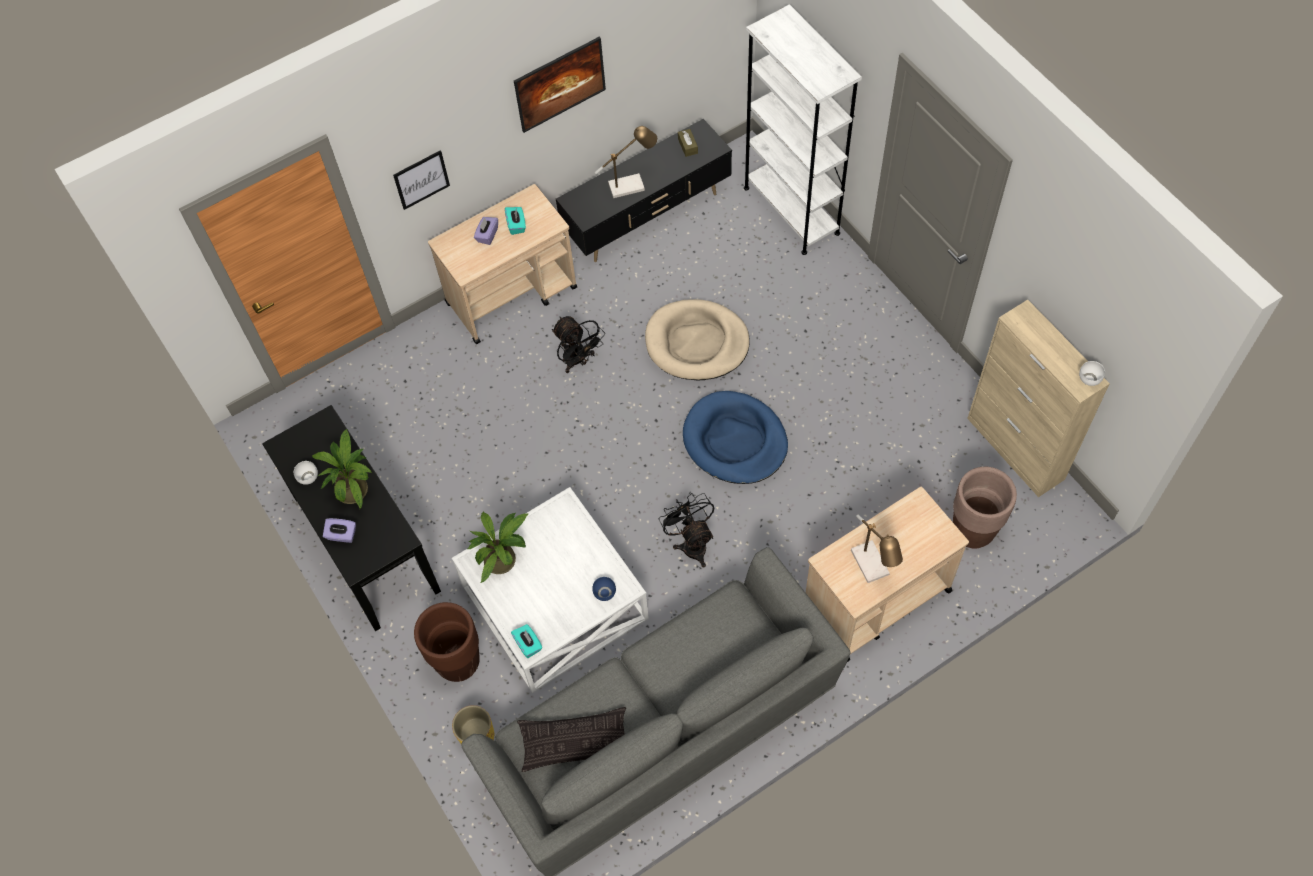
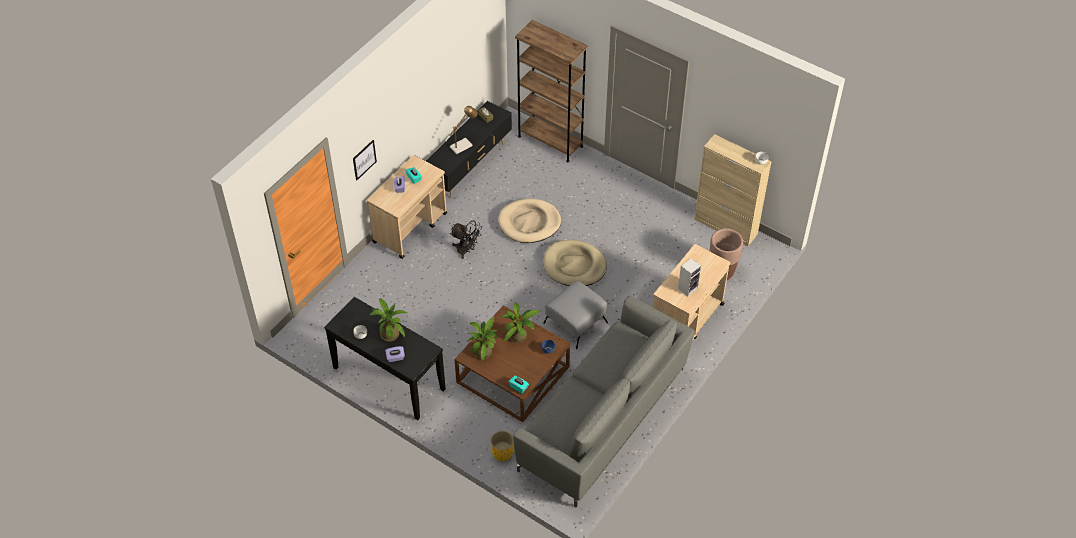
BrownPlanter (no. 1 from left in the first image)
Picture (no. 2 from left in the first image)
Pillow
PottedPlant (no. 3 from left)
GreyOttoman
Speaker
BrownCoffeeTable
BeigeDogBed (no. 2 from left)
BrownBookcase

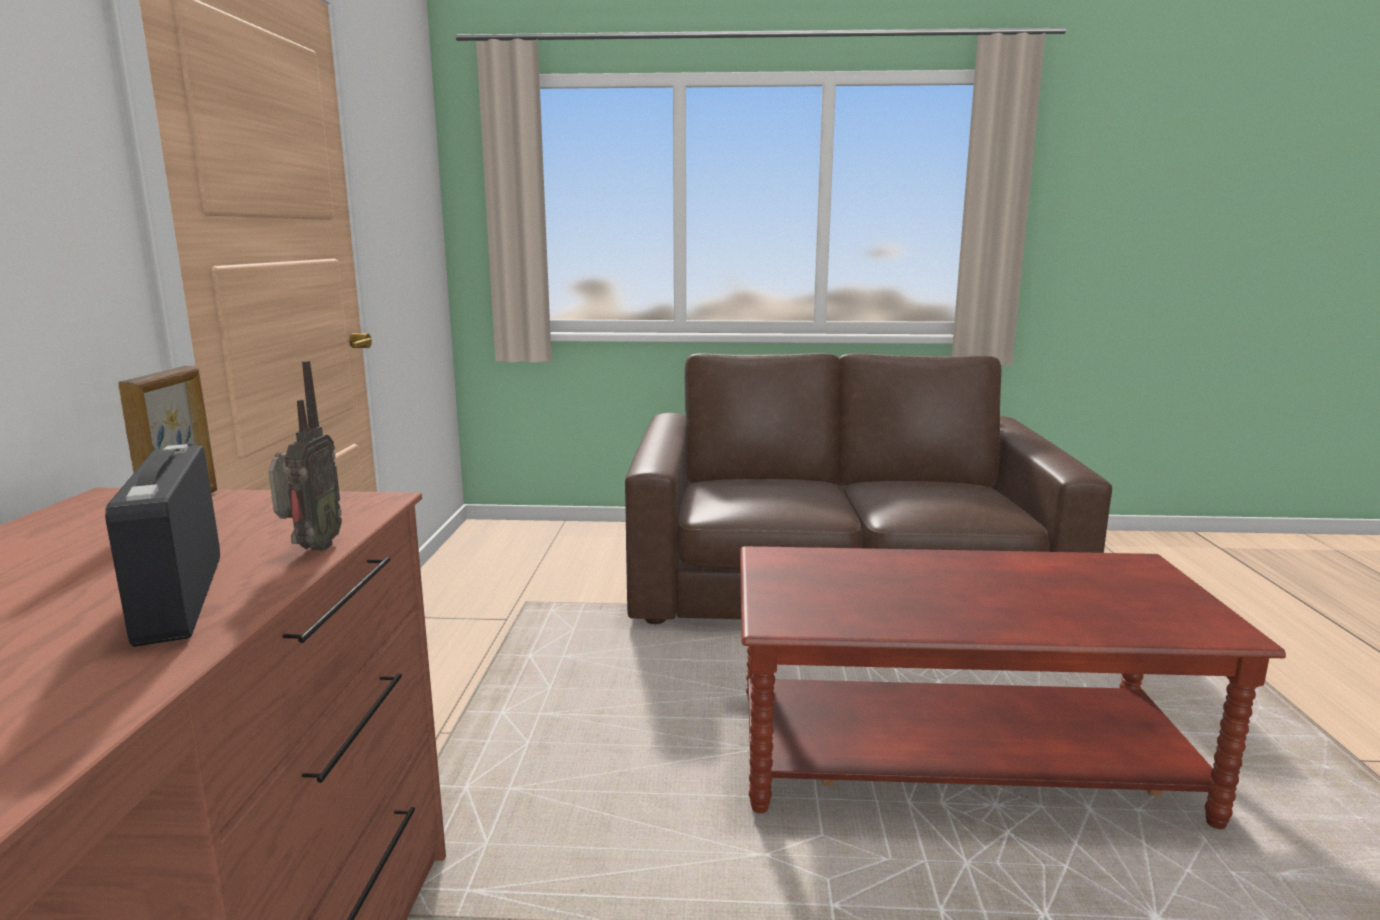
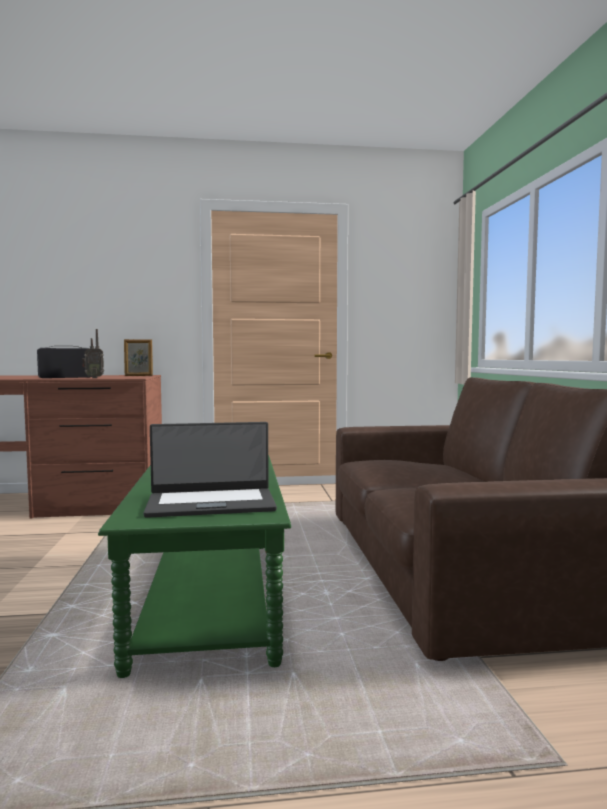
Laptop
GreenCoffeeTable

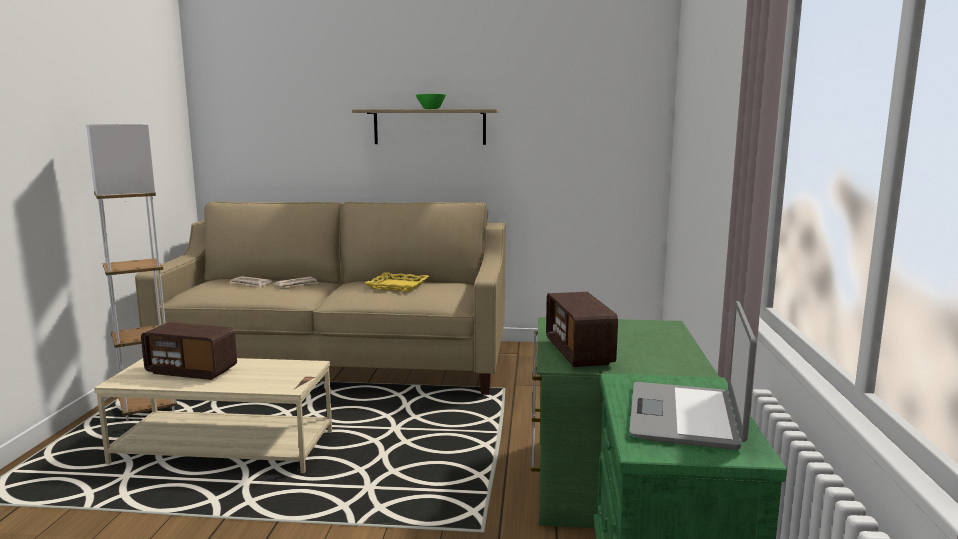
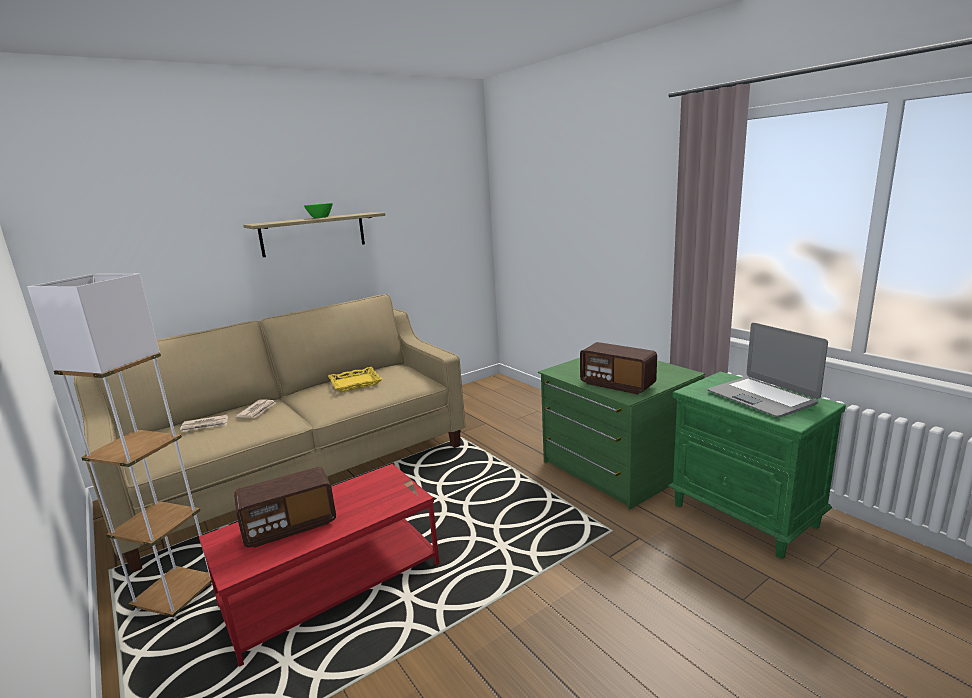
RedCoffeeTable

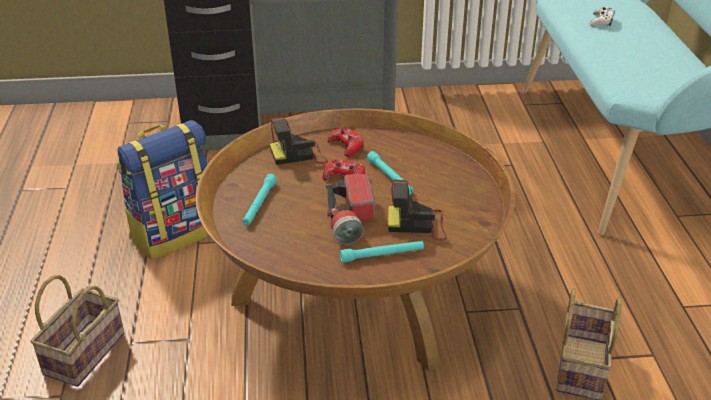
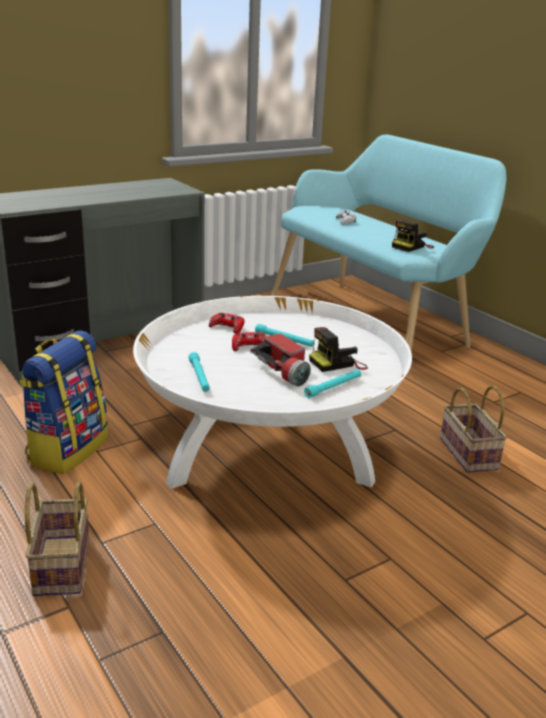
PhotoCamera (no. 2 from left)
WhiteCoffeeTable

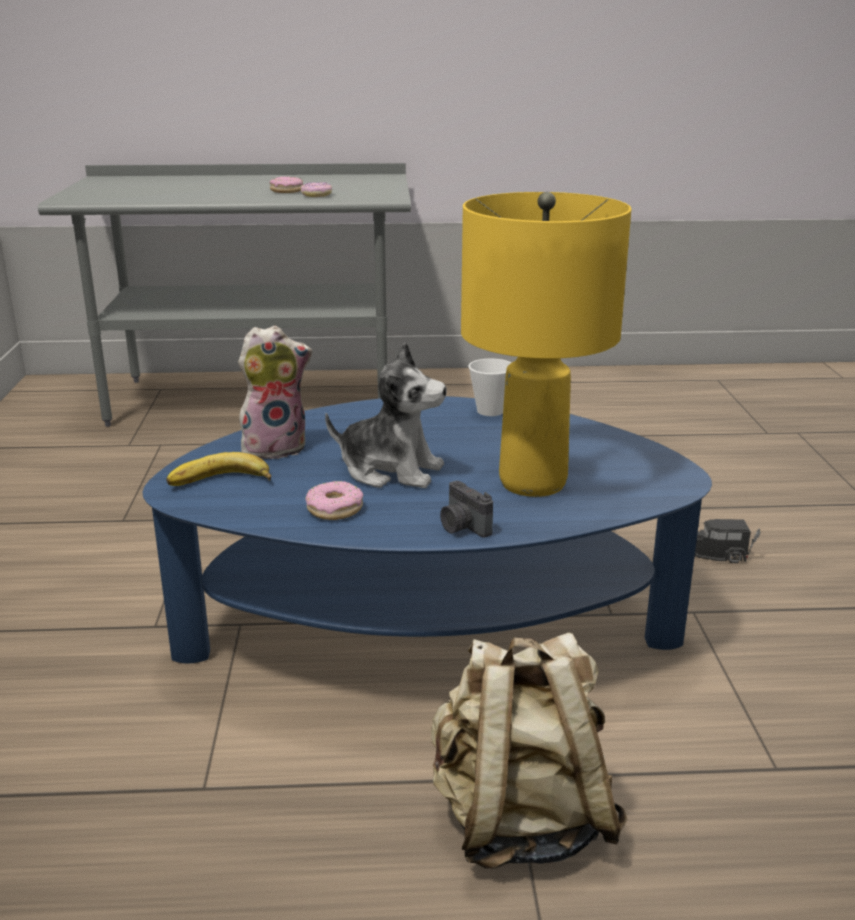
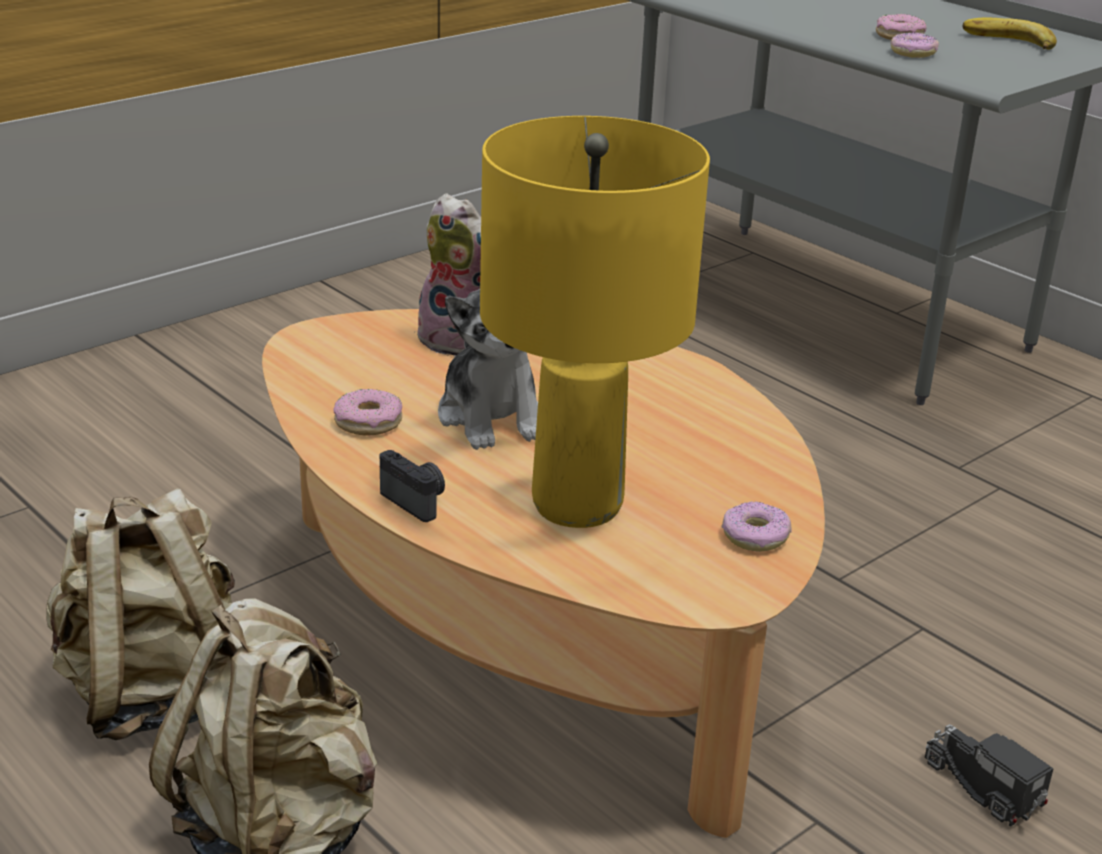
Cup
BeigeBackpack (no. 1 from left)
Donut (no. 2 from left)
Banana
BeigeCoffeeTable
PhotoCamera

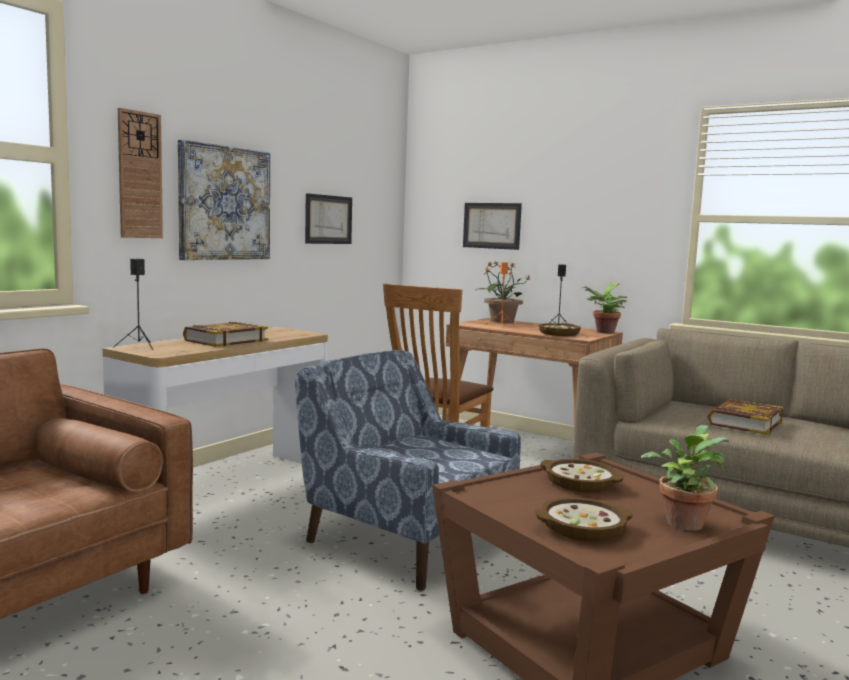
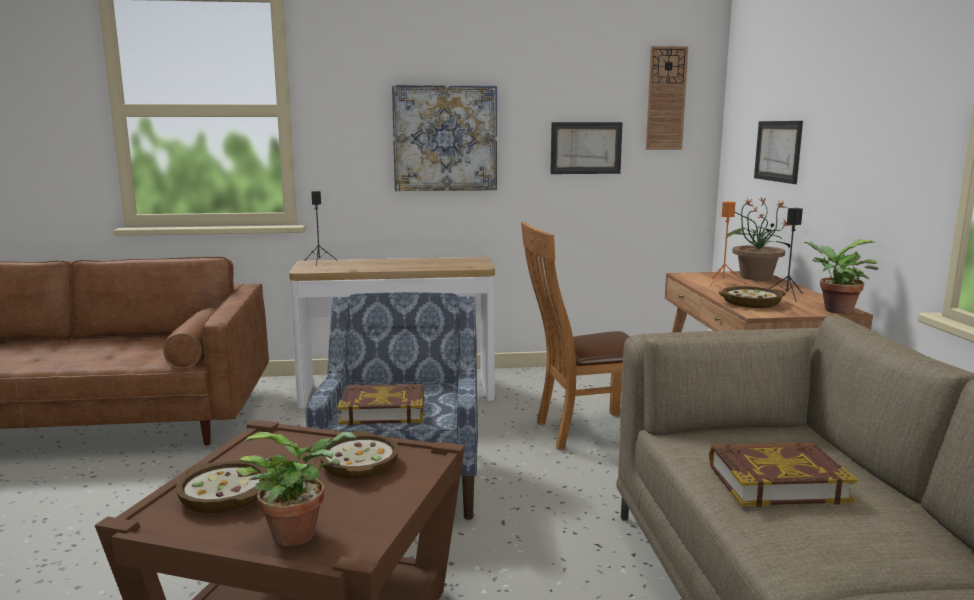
WallClock
Book (no. 1 from left)

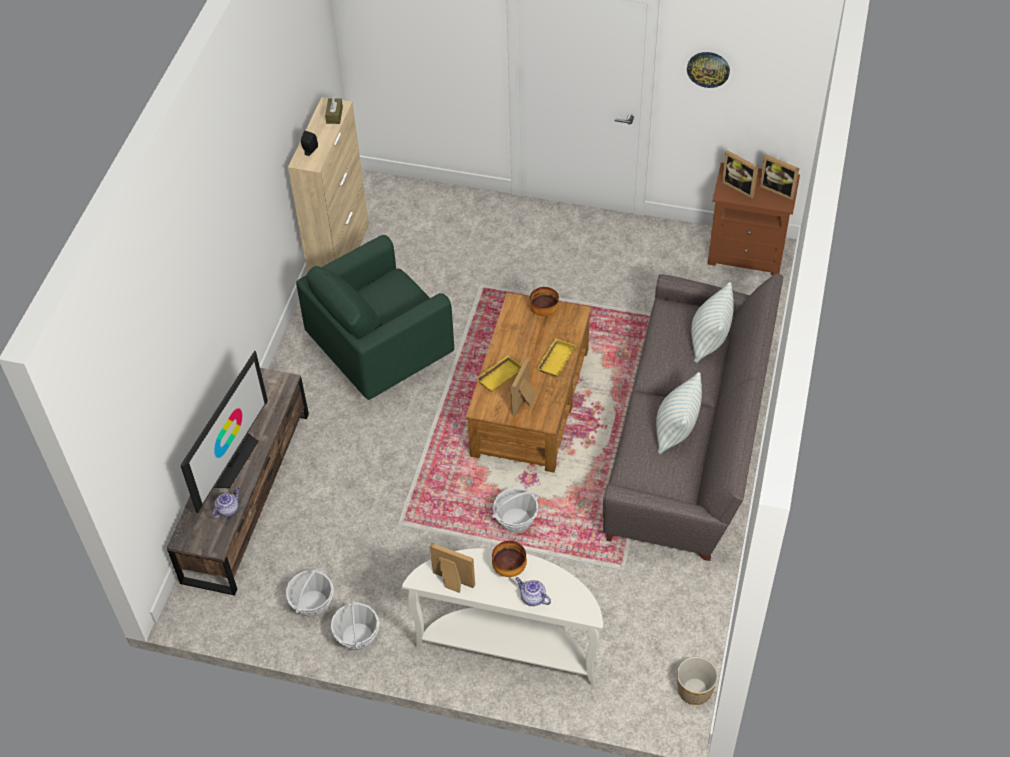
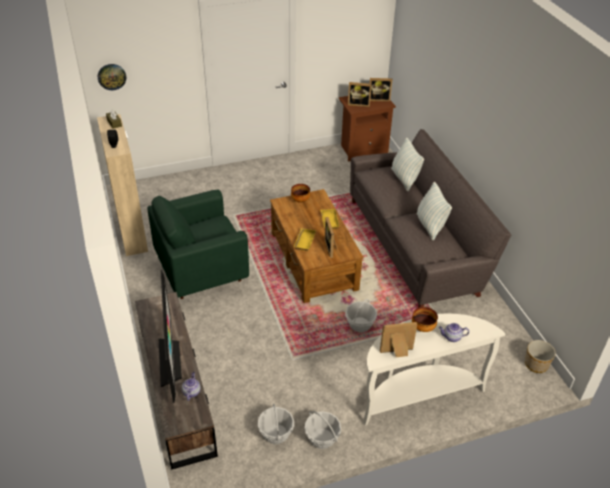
WallClock
GreenArmchair

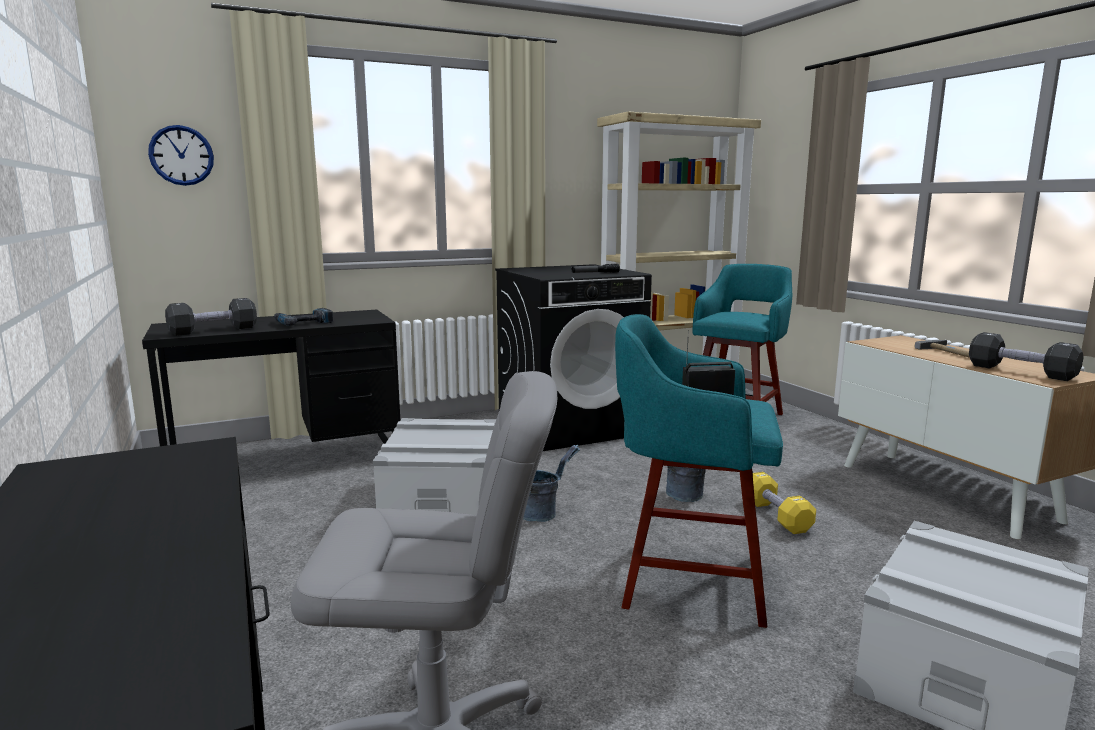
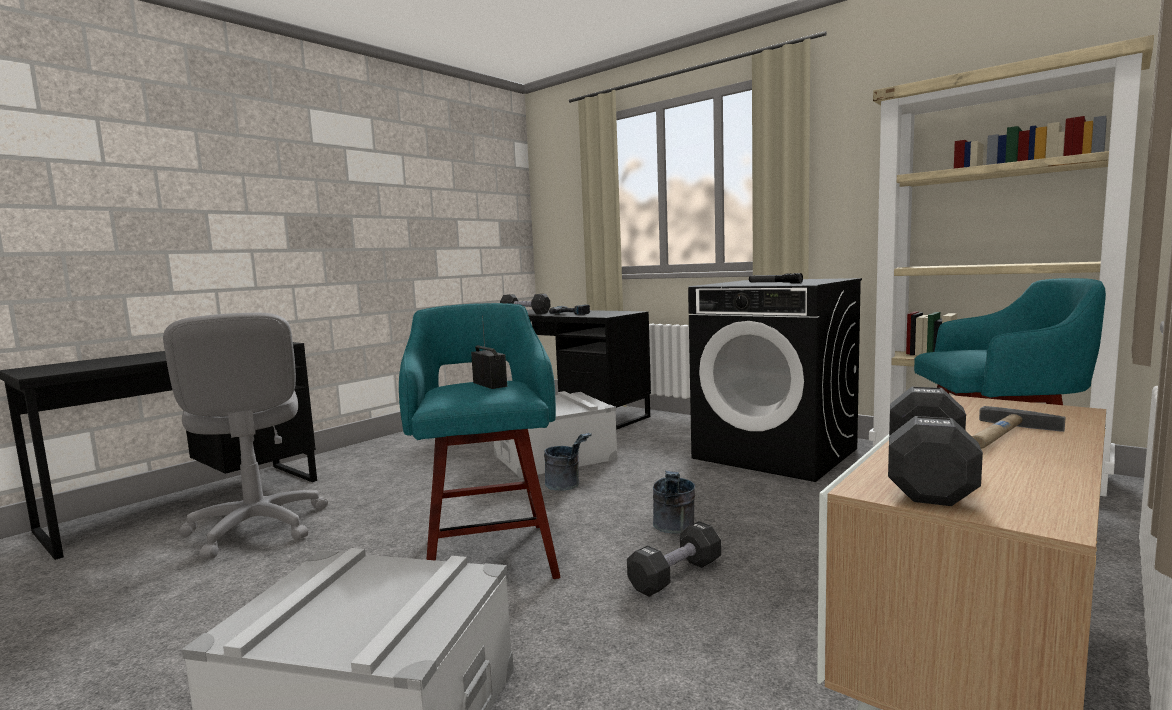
WallClock
BlackDumbbell (no. 2 from left)

